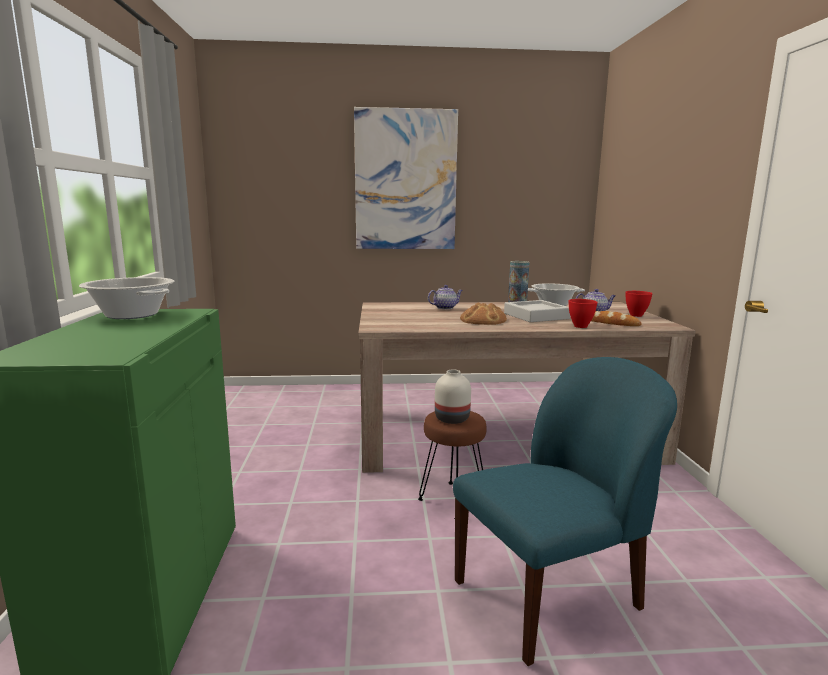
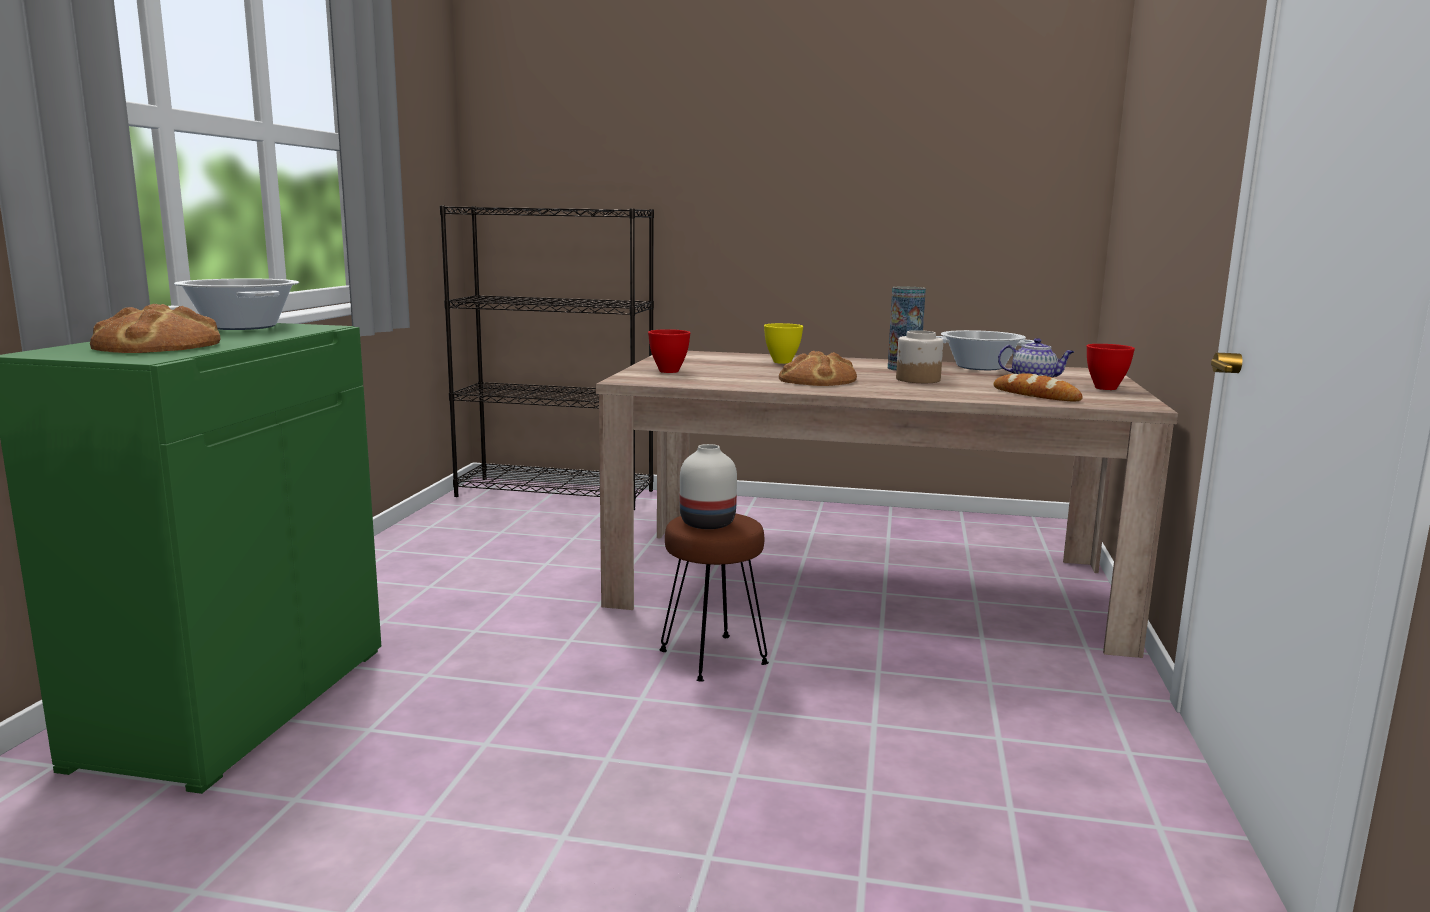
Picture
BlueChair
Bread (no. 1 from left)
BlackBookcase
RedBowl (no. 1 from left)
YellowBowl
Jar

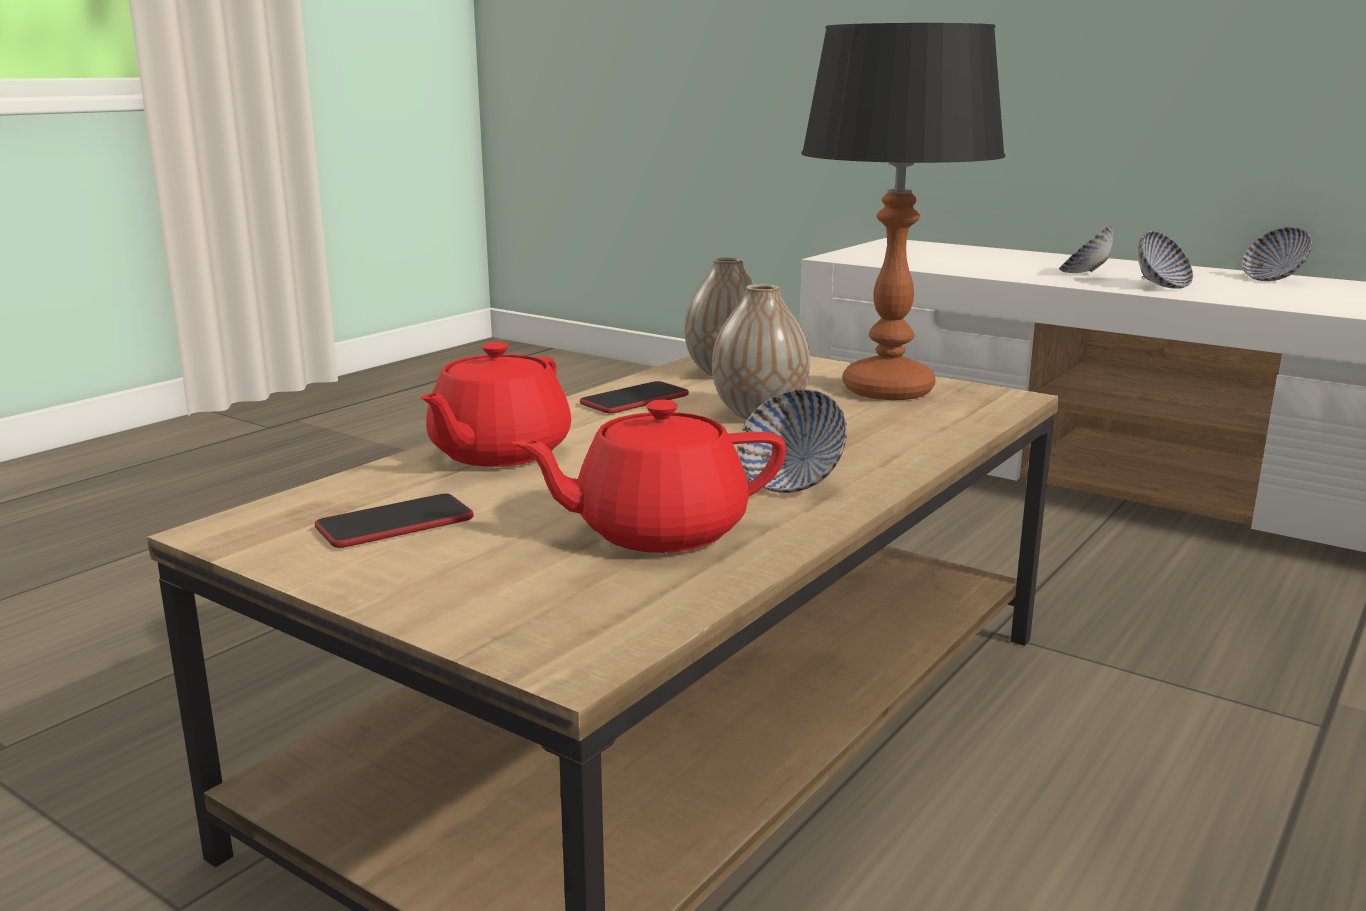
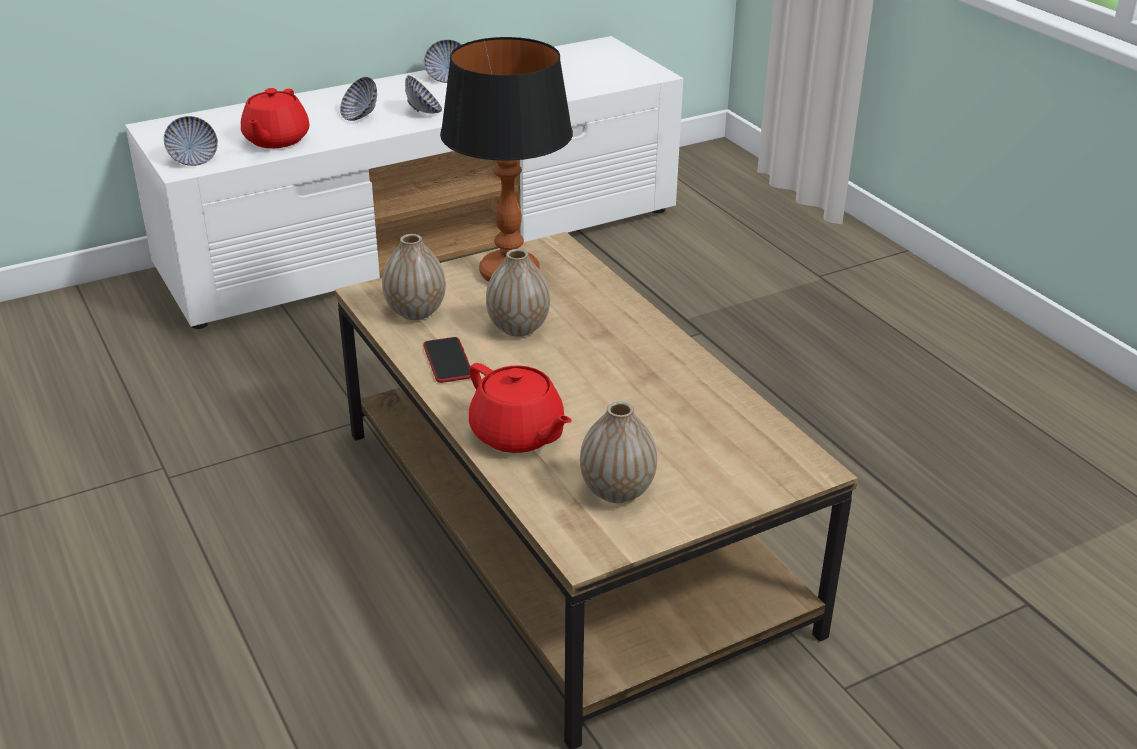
RedTeapot (no. 1 from left)
Bowl (no. 1 from left)
Vase (no. 3 from left)

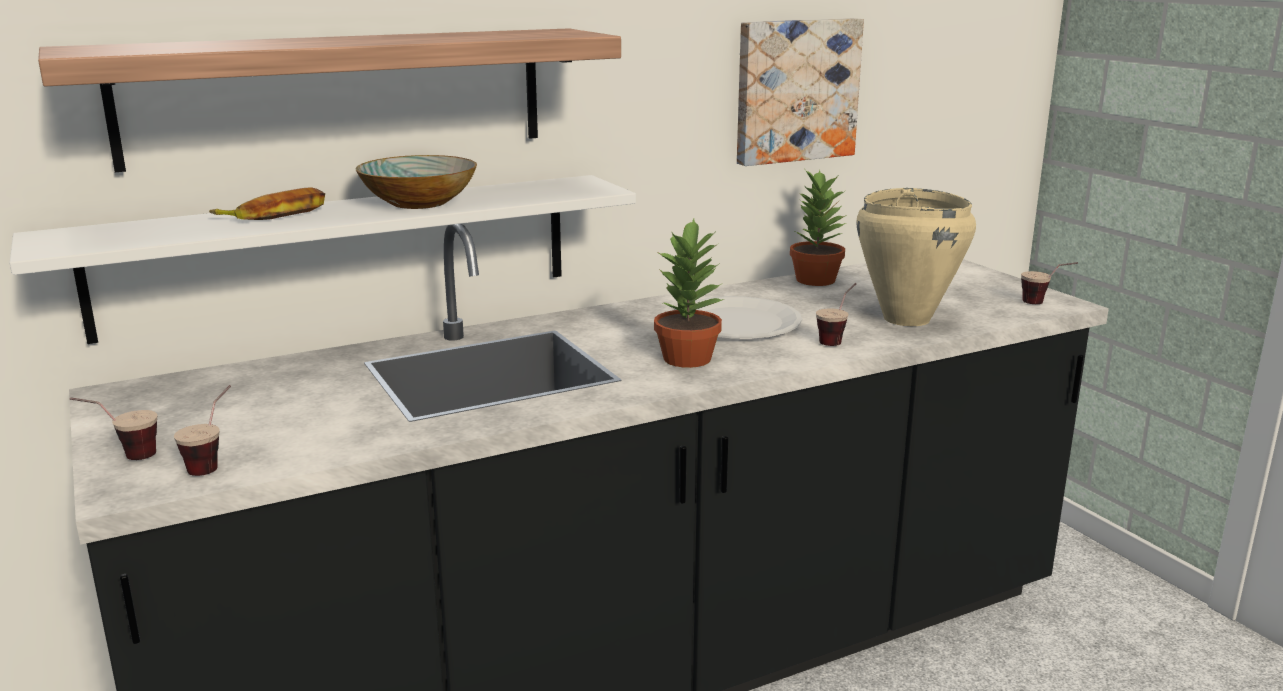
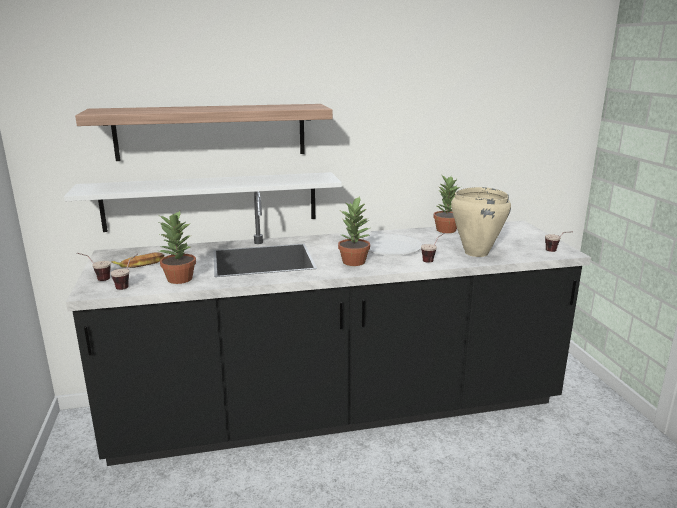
Bowl
Picture
PottedPlant (no. 1 from left)
Banana

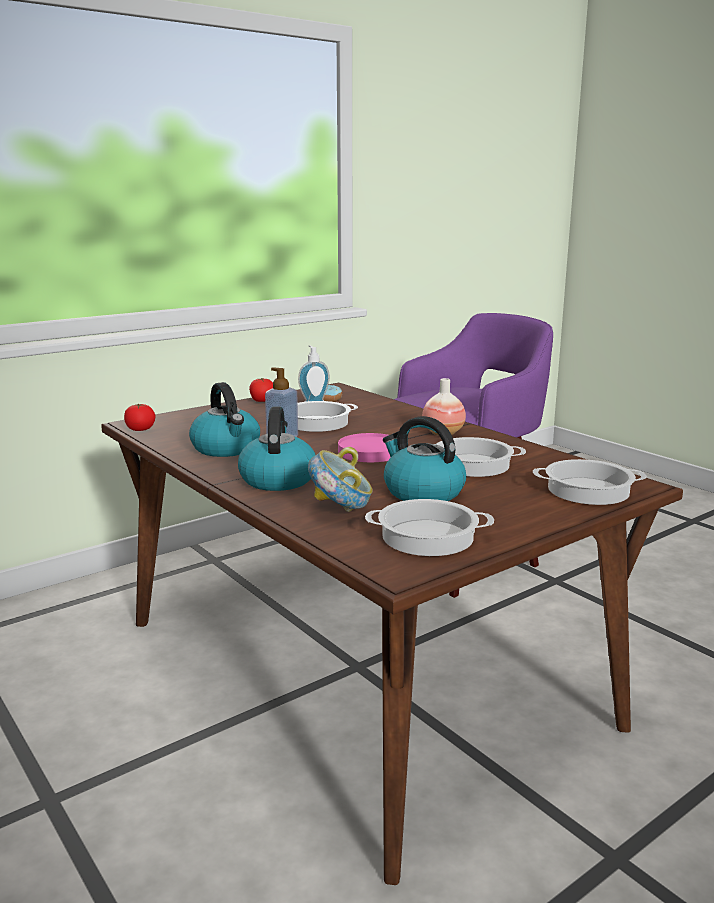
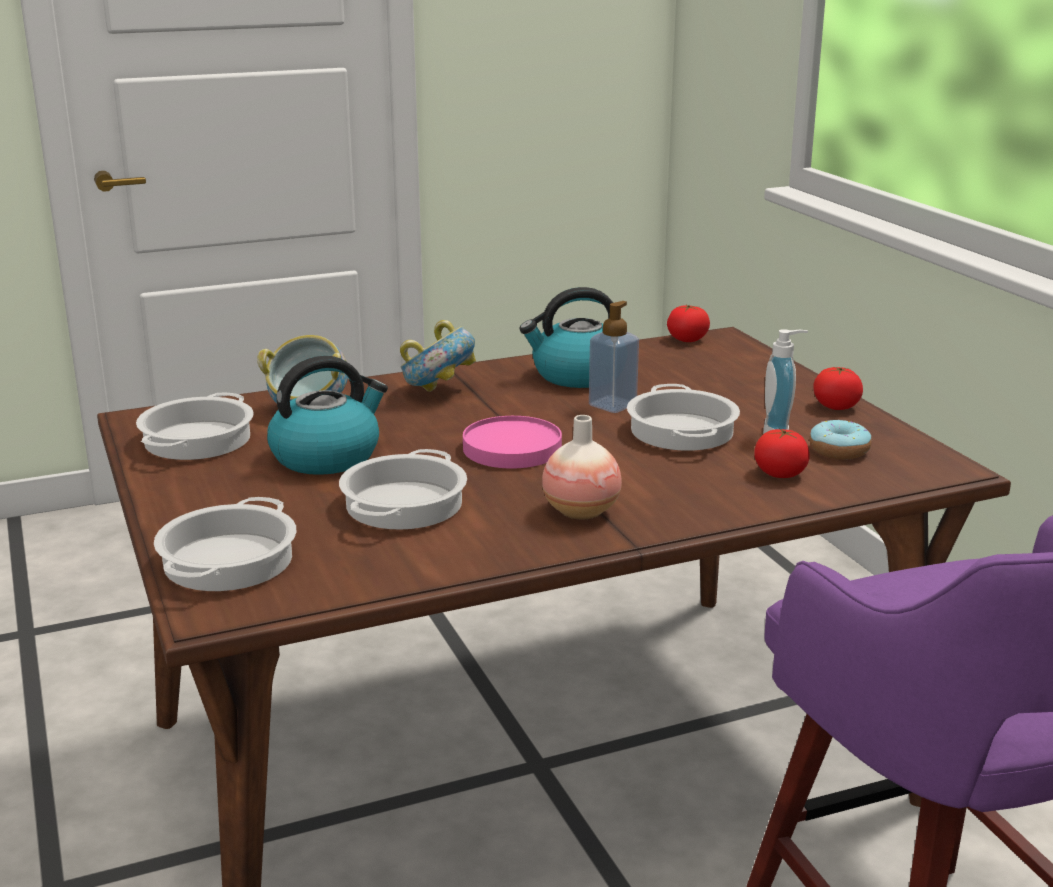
Tomato (no. 2 from left)
Bowl (no. 2 from left)

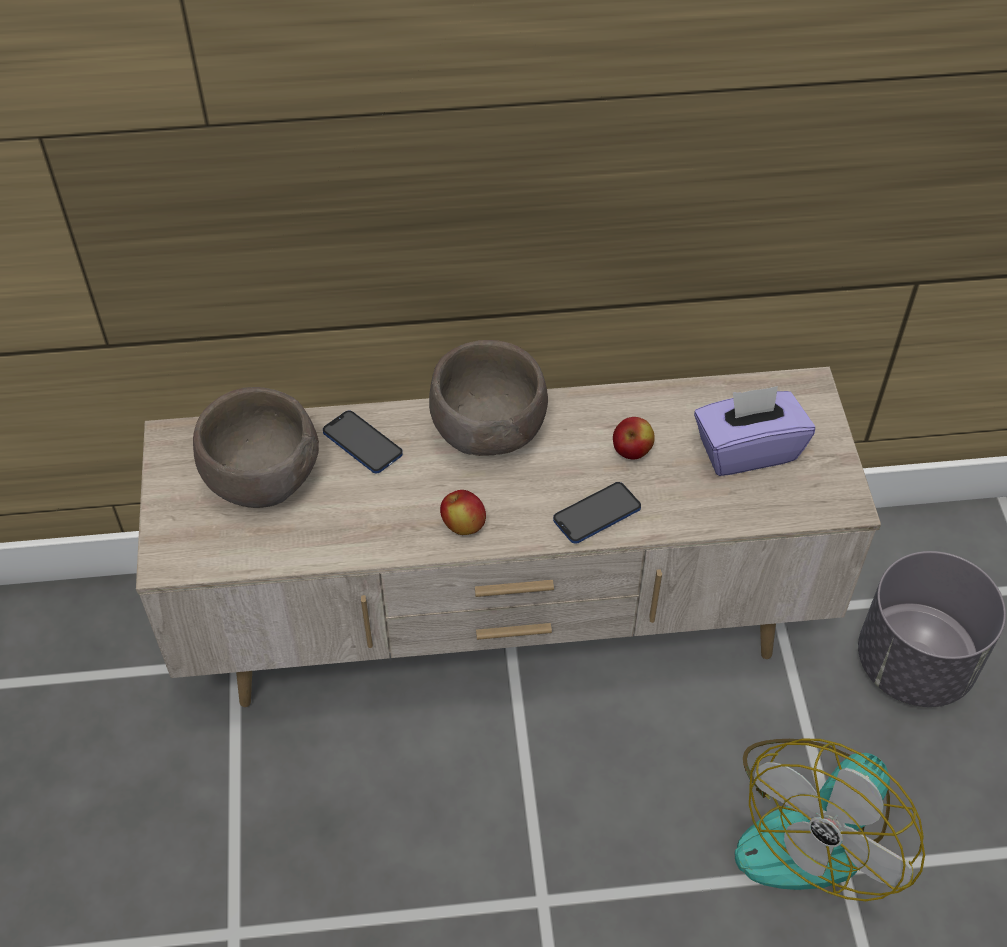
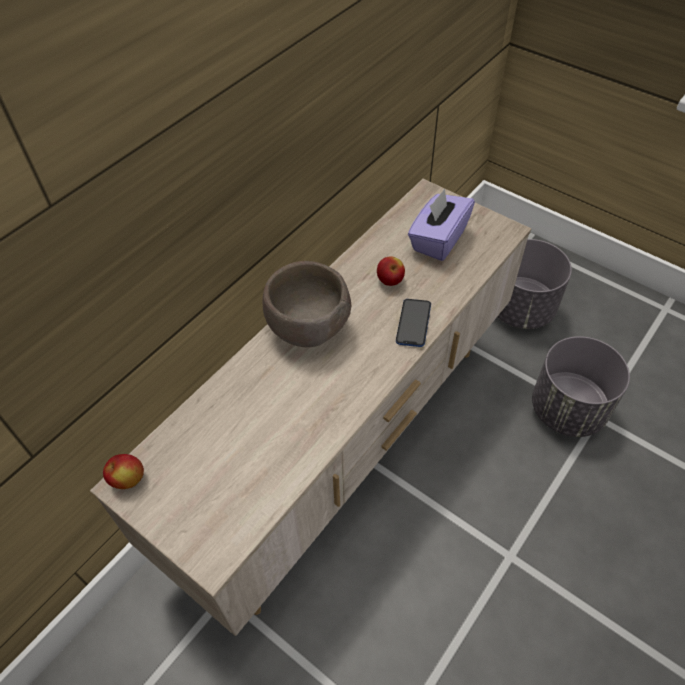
BrownBowl (no. 1 from left in the first image)
Phone (no. 1 from left in the first image)
Apple (no. 1 from left)
GreyPlanter (no. 2 from left)

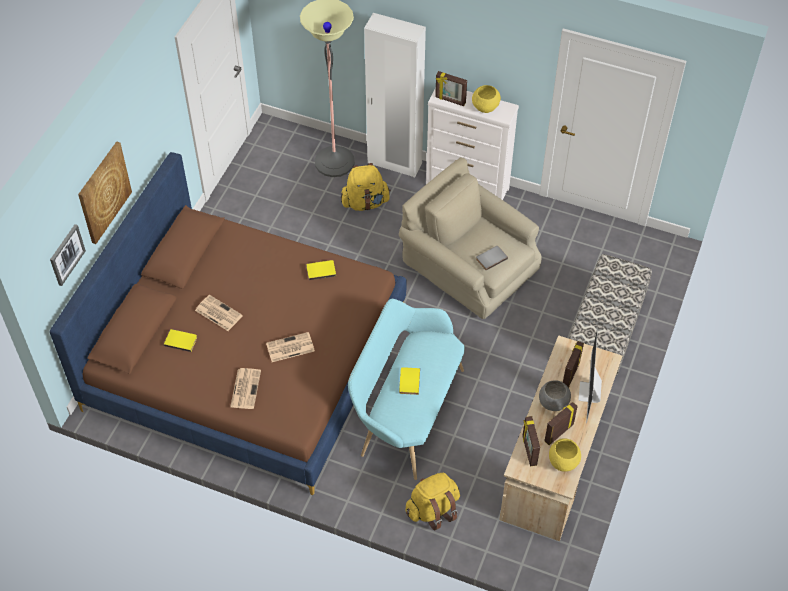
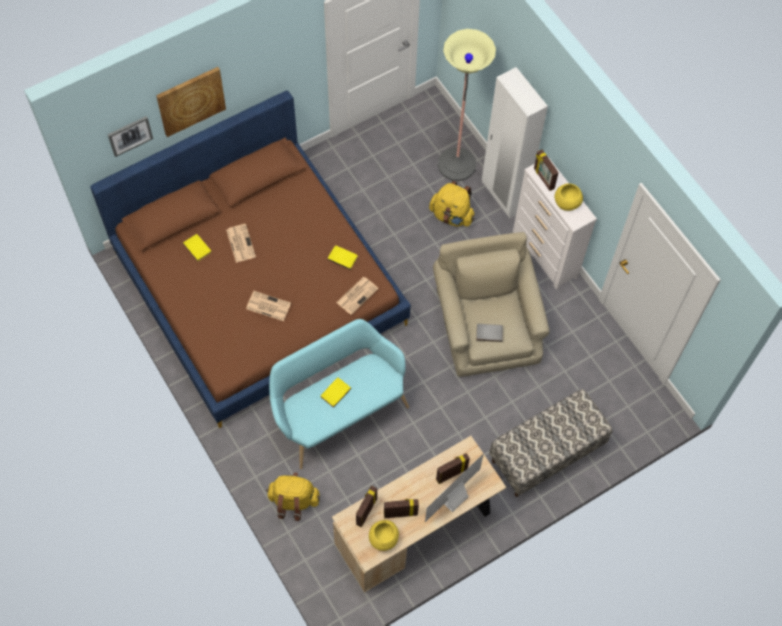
GreyBowl
Newspaper (no. 3 from left)

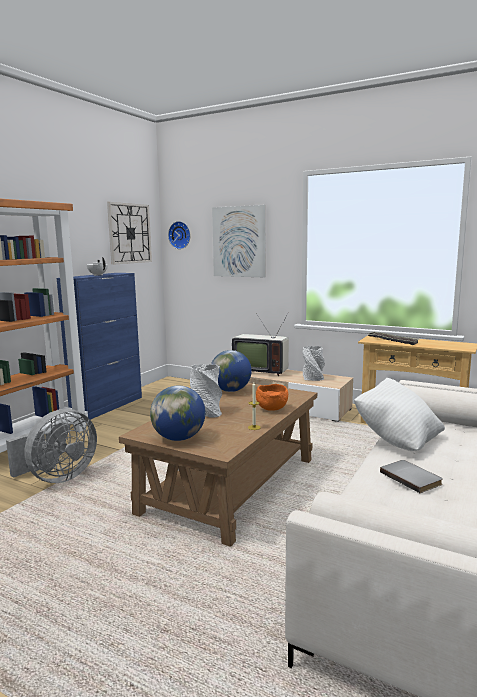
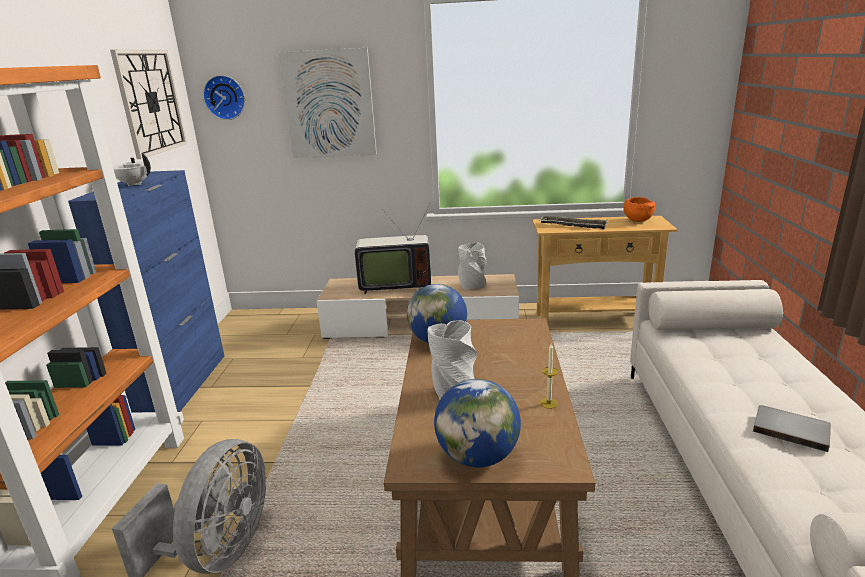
WhitePillow
OrangeBowl

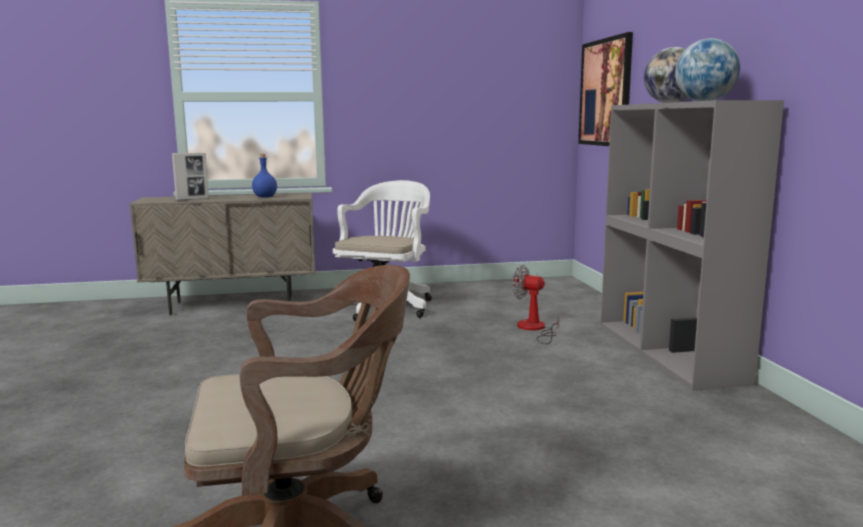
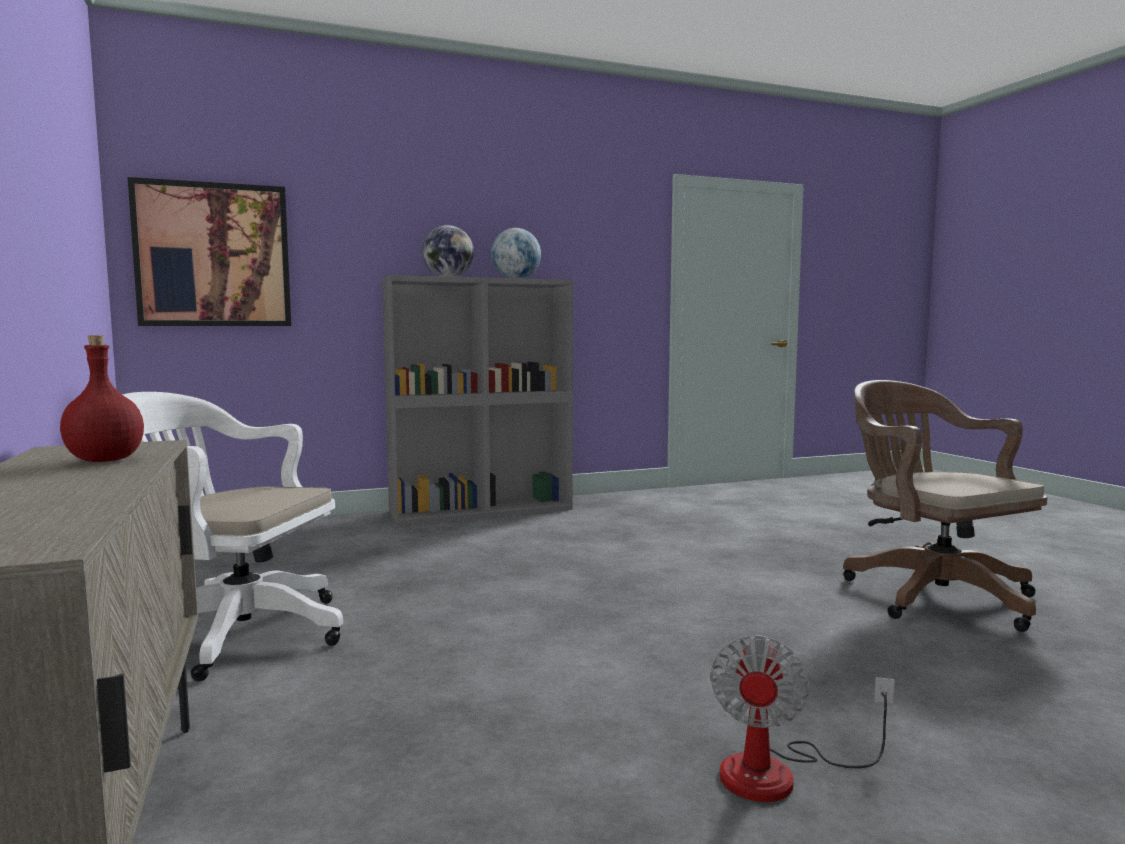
PictureFrame
Fan
RedBottle

